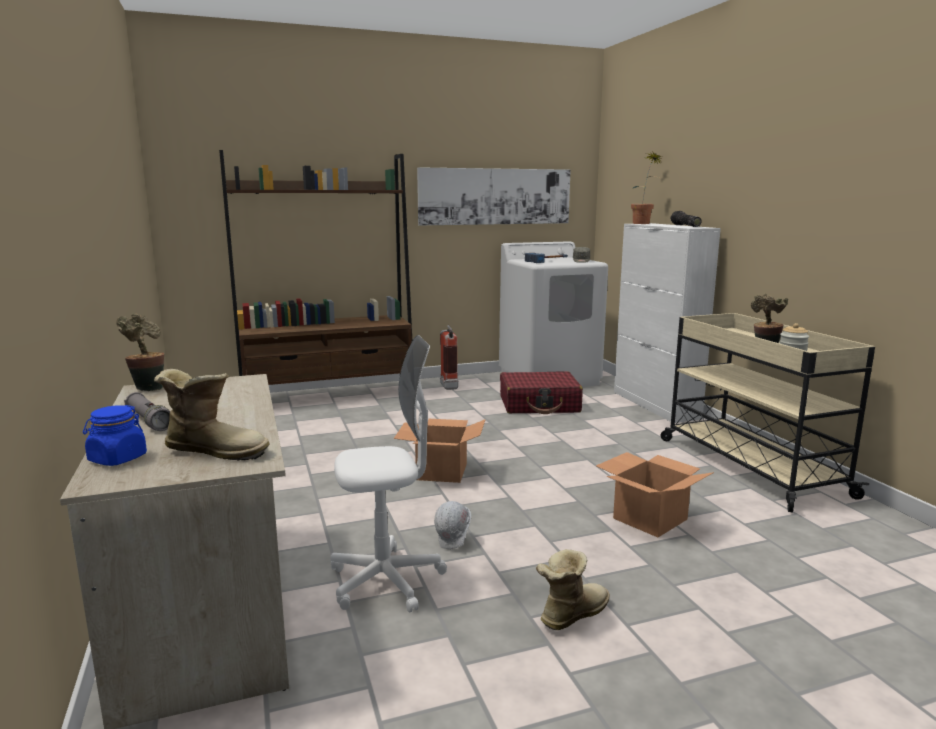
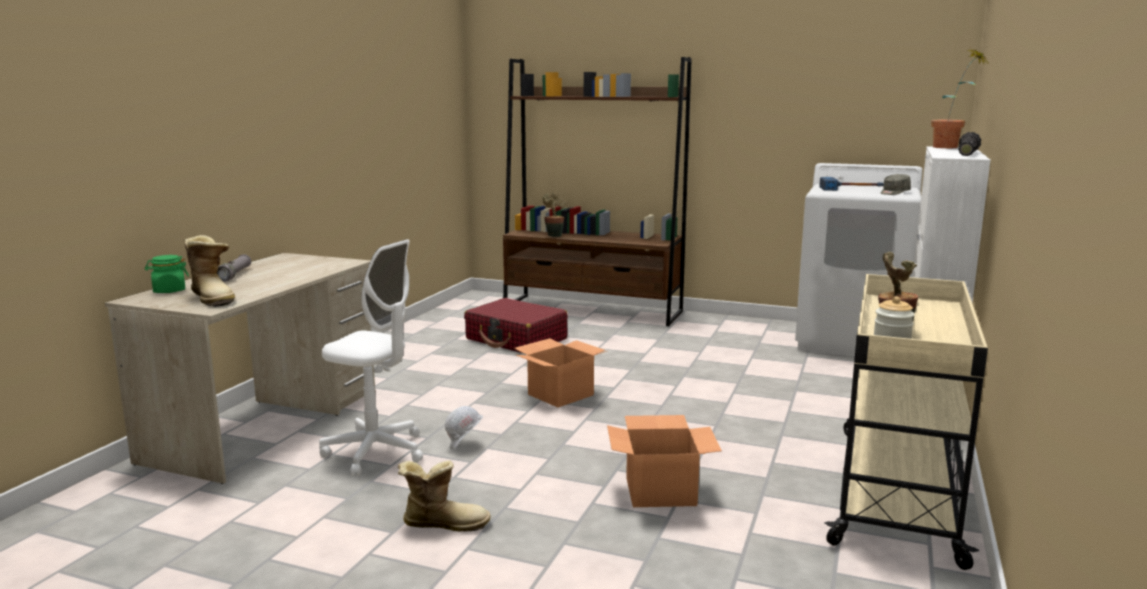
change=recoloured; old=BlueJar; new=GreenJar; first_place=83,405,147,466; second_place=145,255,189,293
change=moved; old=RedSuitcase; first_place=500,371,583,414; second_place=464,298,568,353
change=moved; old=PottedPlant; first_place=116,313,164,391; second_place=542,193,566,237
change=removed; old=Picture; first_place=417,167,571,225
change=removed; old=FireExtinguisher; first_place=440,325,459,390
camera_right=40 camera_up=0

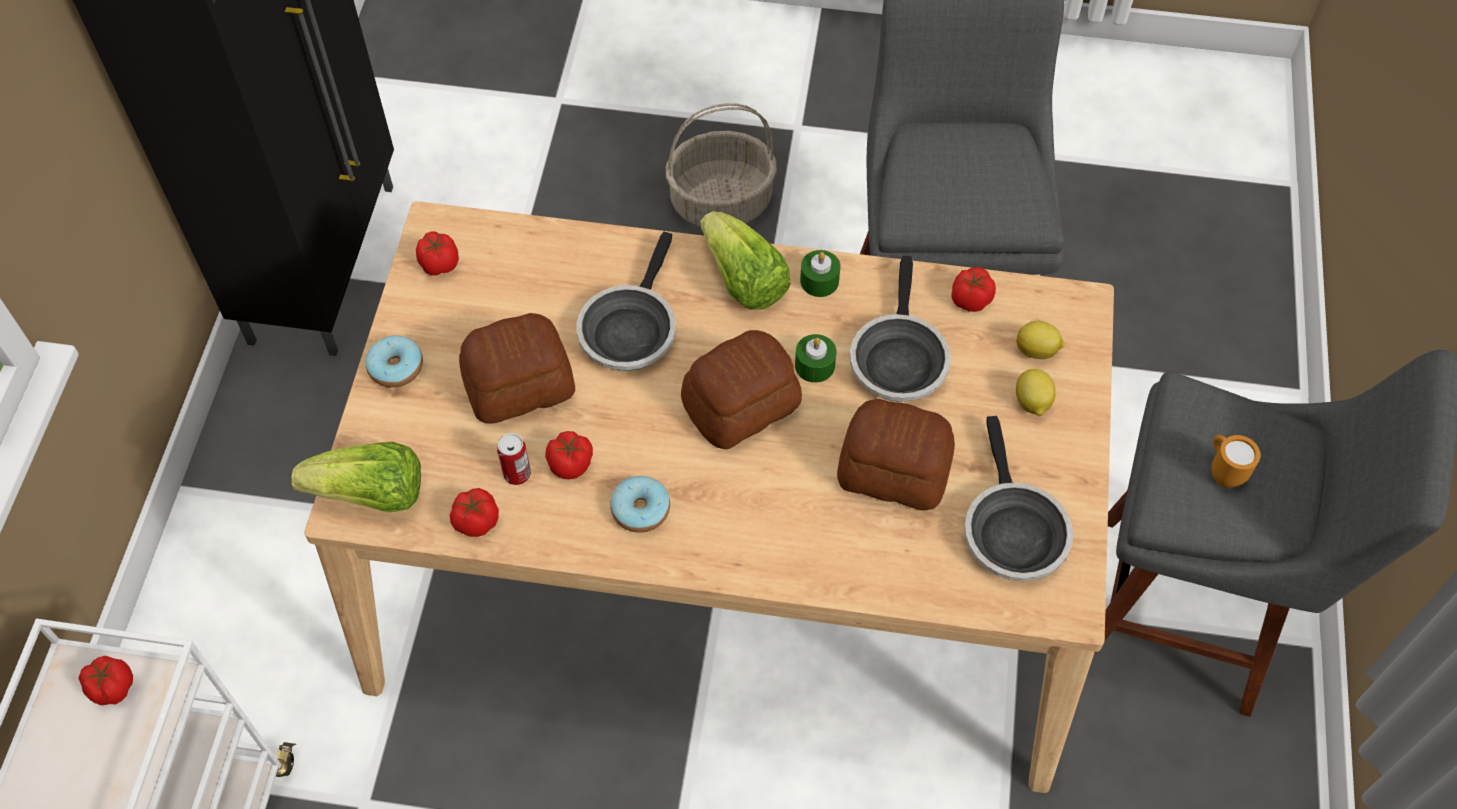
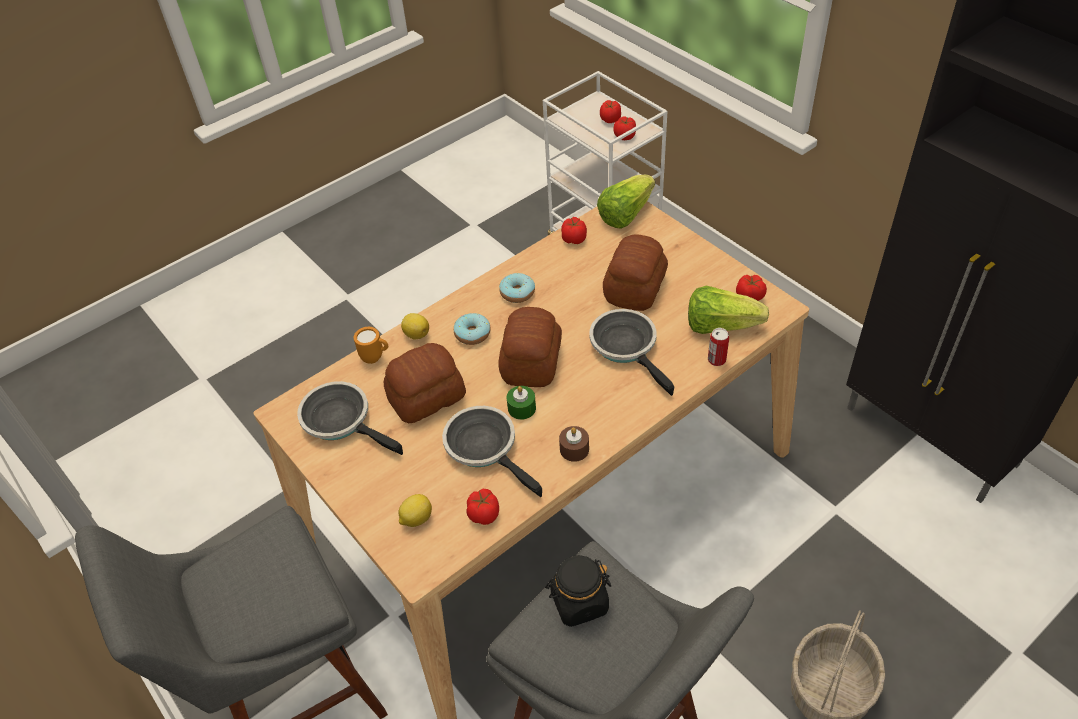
change=moved; old=OrangeMug; first_place=1211,435,1260,488; second_place=354,327,388,364
change=moved; old=Lemon; first_place=1016,369,1056,416; second_place=401,313,429,340
change=moved; old=Donut; first_place=365,335,423,388; second_place=454,313,491,345
change=added; new=BlackJar; second_place=545,555,611,627
change=recoloured; old=GreenCandle; new=BrownCandle; first_place=800,250,841,297; second_place=559,426,589,462
change=moved; old=Tomato; first_place=545,431,593,479; second_place=600,100,621,123
change=moved; old=Lettuce; first_place=701,211,791,309; second_place=688,286,769,334
change=moved; old=Can; first_place=497,433,531,485; second_place=708,328,729,366
camera_right=135 camera_up=-10

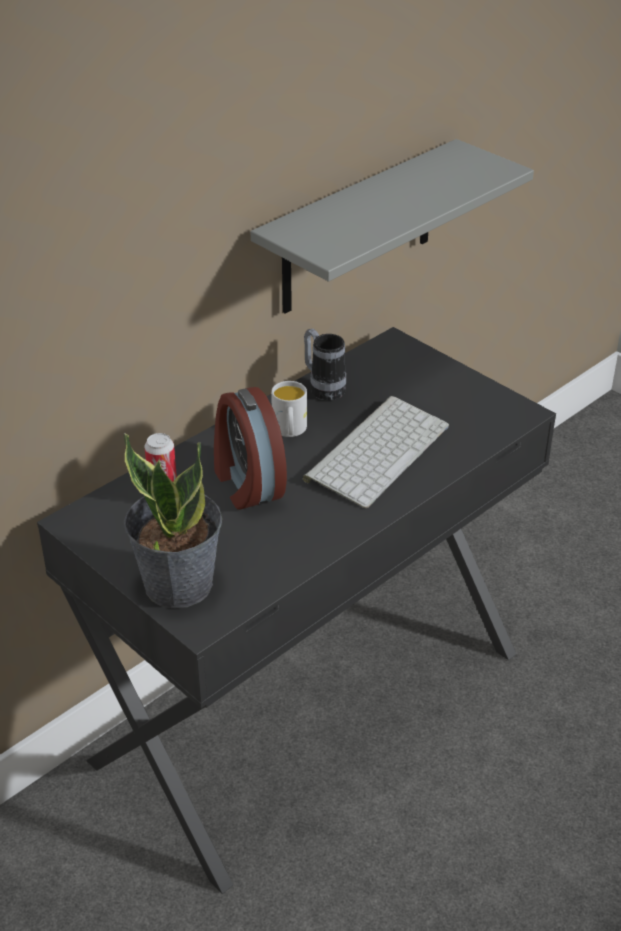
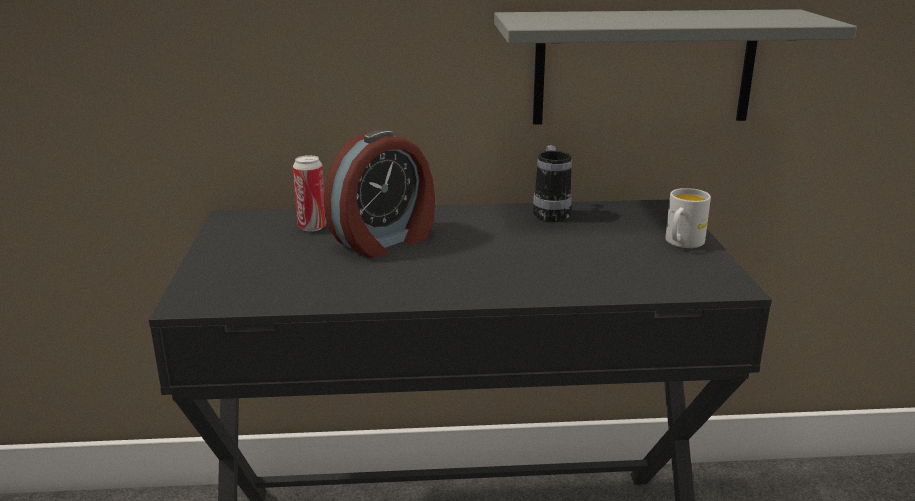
change=turned; old=AlarmClock; first_place=214,387,287,509; second_place=324,129,435,258; degrees=-150
change=moved; old=WhiteMug; first_place=271,381,307,437; second_place=665,188,711,248
change=removed; old=PottedPlant; first_place=123,433,222,608
change=removed; old=Keyboard; first_place=303,396,449,508
camera_right=40 camera_up=-15

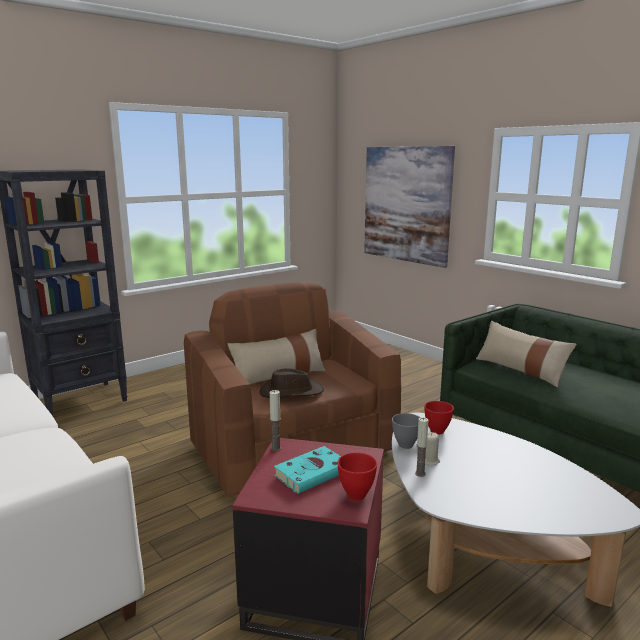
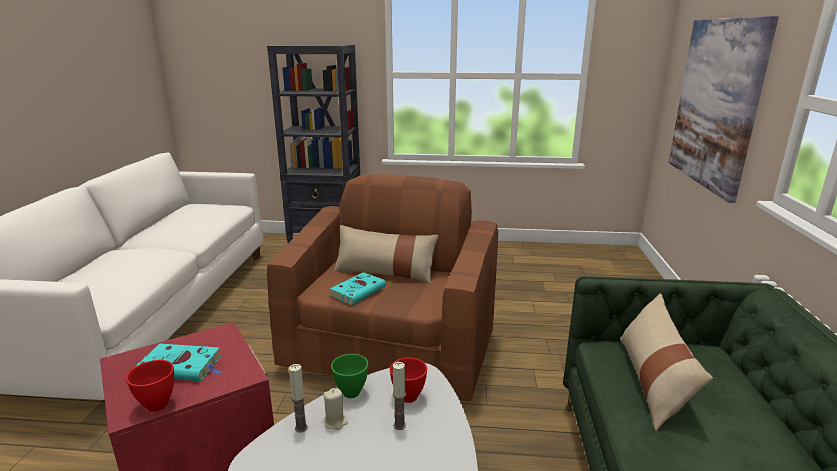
change=replaced; old=BrownHat; new=TurquoiseBook; first_place=259,368,324,398; second_place=330,272,386,305
change=recoloured; old=GreyBowl; new=GreenBowl; first_place=392,413,420,449; second_place=331,354,369,398
change=moved; old=Candle; first_place=270,390,281,451; second_place=393,362,406,430
camera_right=45 camera_up=5

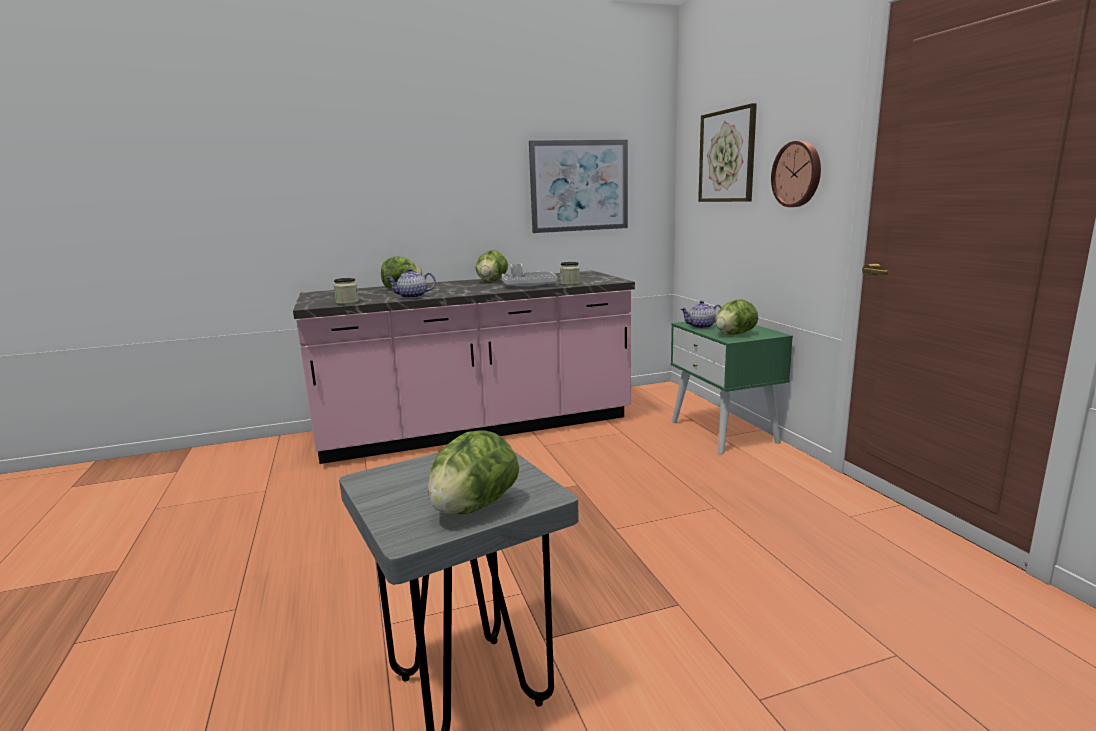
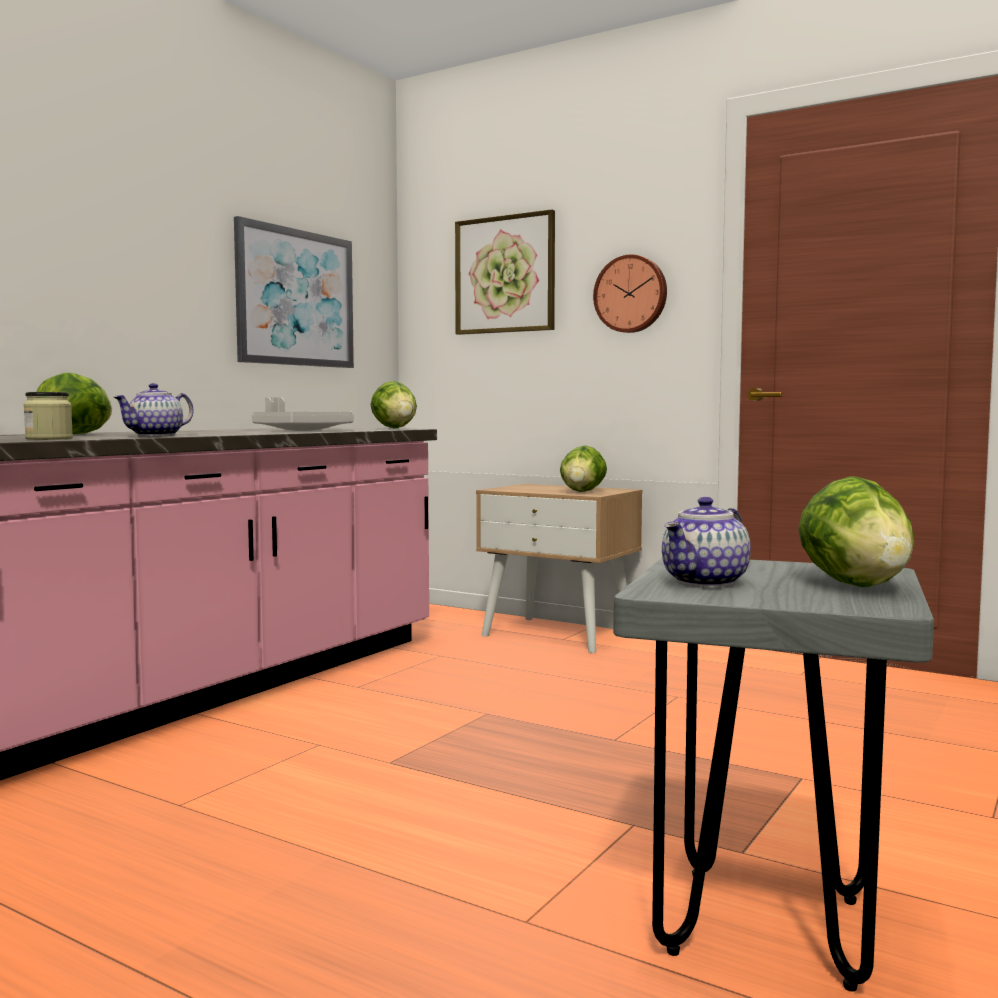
change=moved; old=Lettuce; first_place=476,250,508,282; second_place=370,381,417,429
change=recoloured; old=GreenNightstand; new=BeigeNightstand; first_place=671,322,793,454; second_place=476,484,643,653
change=moved; old=Teapot; first_place=681,301,721,329; second_place=662,497,751,588
change=removed; old=Jar; first_place=560,262,580,285
camera_right=-40 camera_up=-10

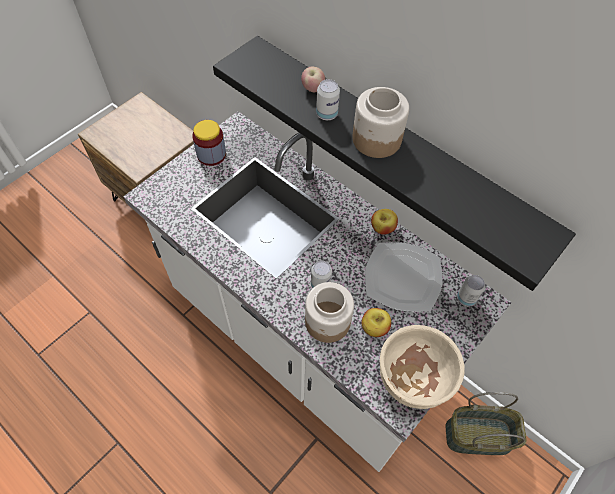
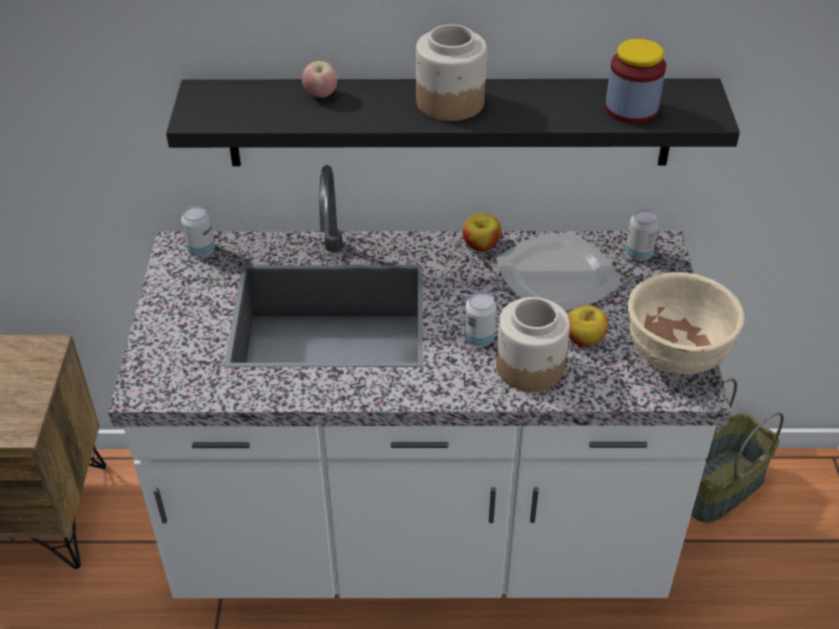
change=moved; old=Can; first_place=316,79,340,120; second_place=181,206,215,257
change=moved; old=Jar; first_place=192,120,226,166; second_place=605,39,666,124
camera_right=-40 camera_up=-15

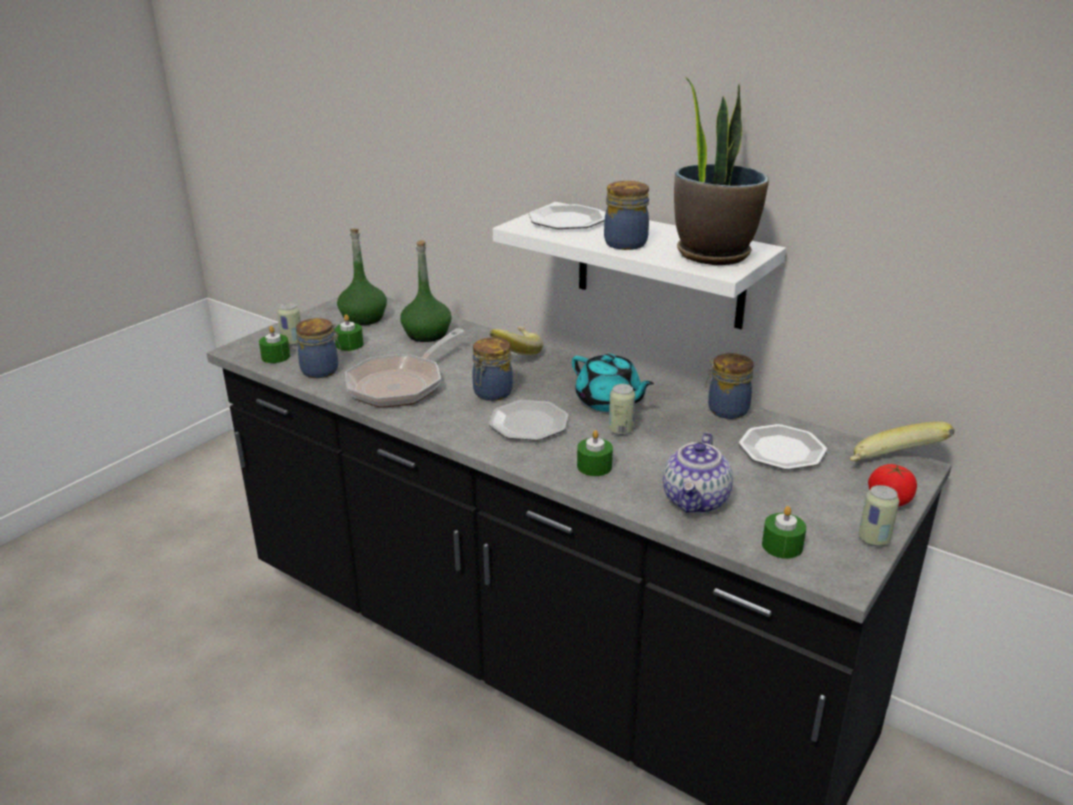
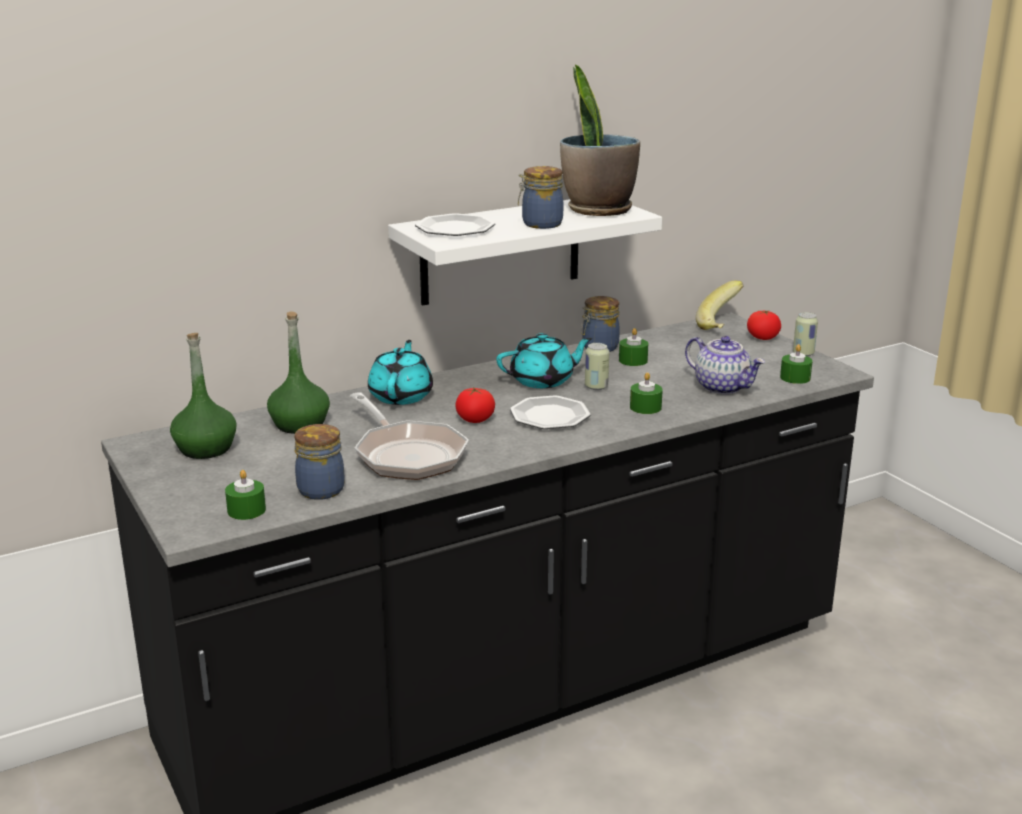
change=replaced; old=Banana; new=TurquoiseTeapot; first_place=489,326,543,355; second_place=368,340,433,405
change=replaced; old=Jar; new=Tomato; first_place=472,338,513,401; second_place=455,387,495,423
change=moved; old=GreenCandle; first_place=335,314,363,351; second_place=619,328,648,366
change=removed; old=Can; first_place=277,303,301,346
change=removed; old=Plate; first_place=739,424,827,470
camera_right=-65 camera_up=-5

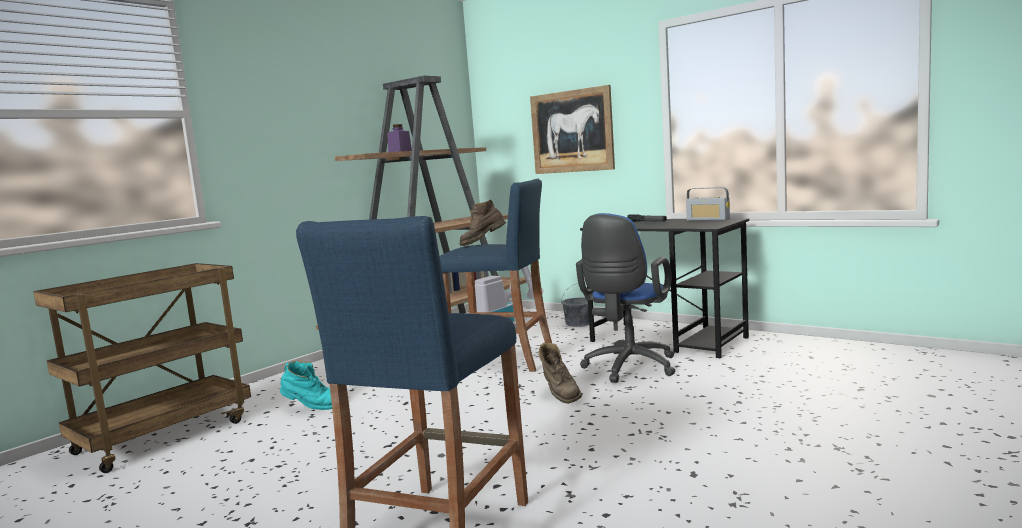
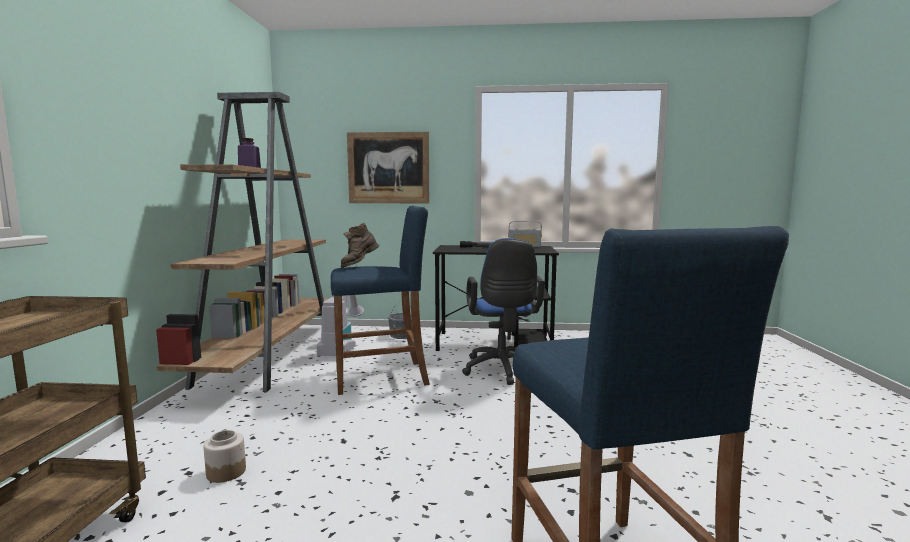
change=replaced; old=TurquoiseBoot; new=Jar; first_place=280,361,332,410; second_place=204,430,246,483
change=removed; old=BrownBoot; first_place=538,342,582,404
camera_right=-35 camera_up=0

